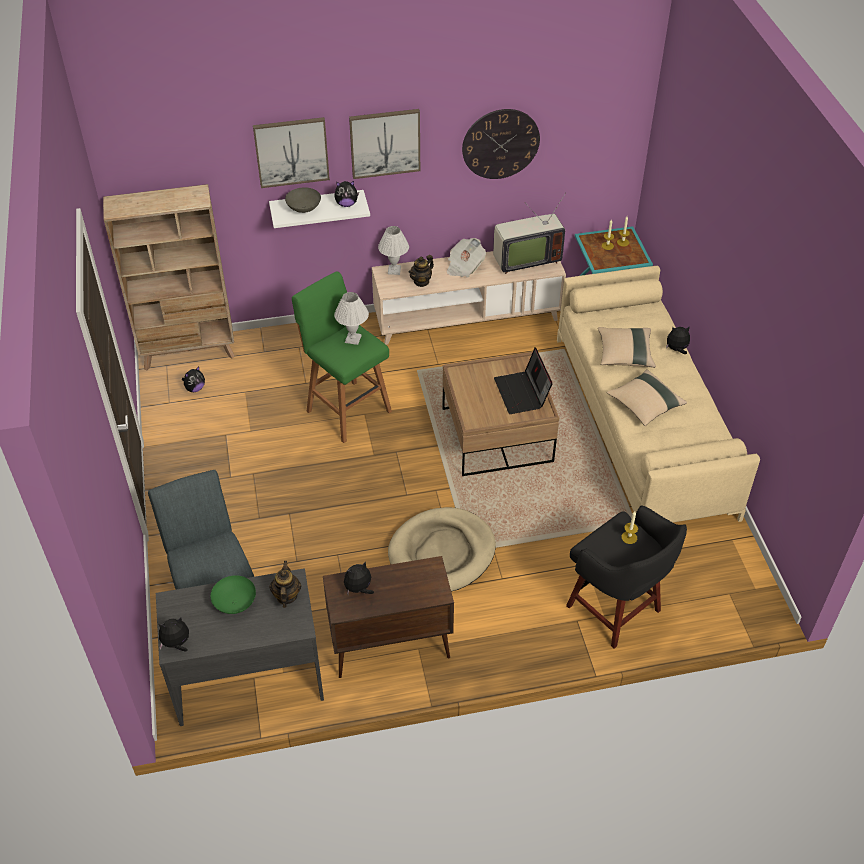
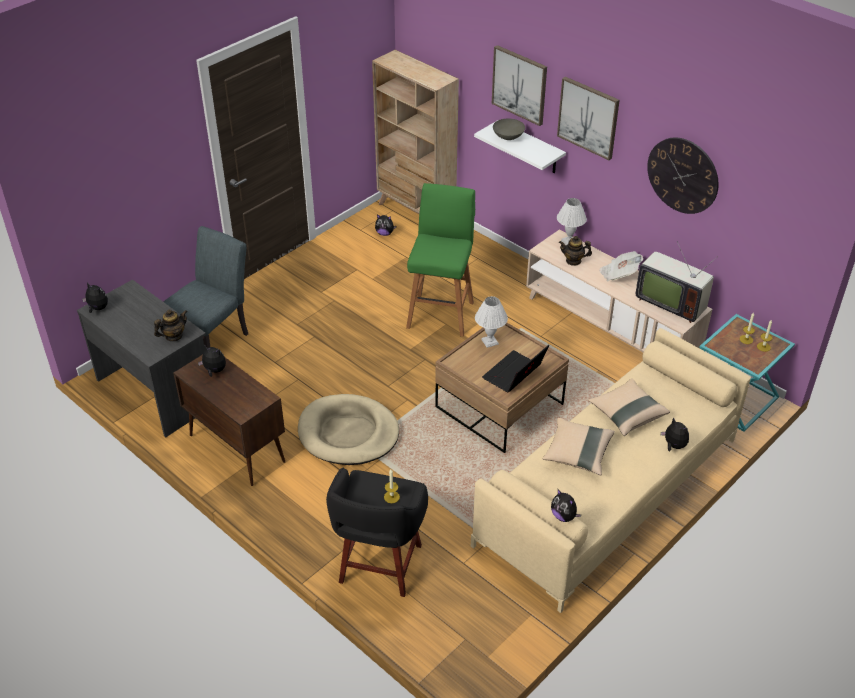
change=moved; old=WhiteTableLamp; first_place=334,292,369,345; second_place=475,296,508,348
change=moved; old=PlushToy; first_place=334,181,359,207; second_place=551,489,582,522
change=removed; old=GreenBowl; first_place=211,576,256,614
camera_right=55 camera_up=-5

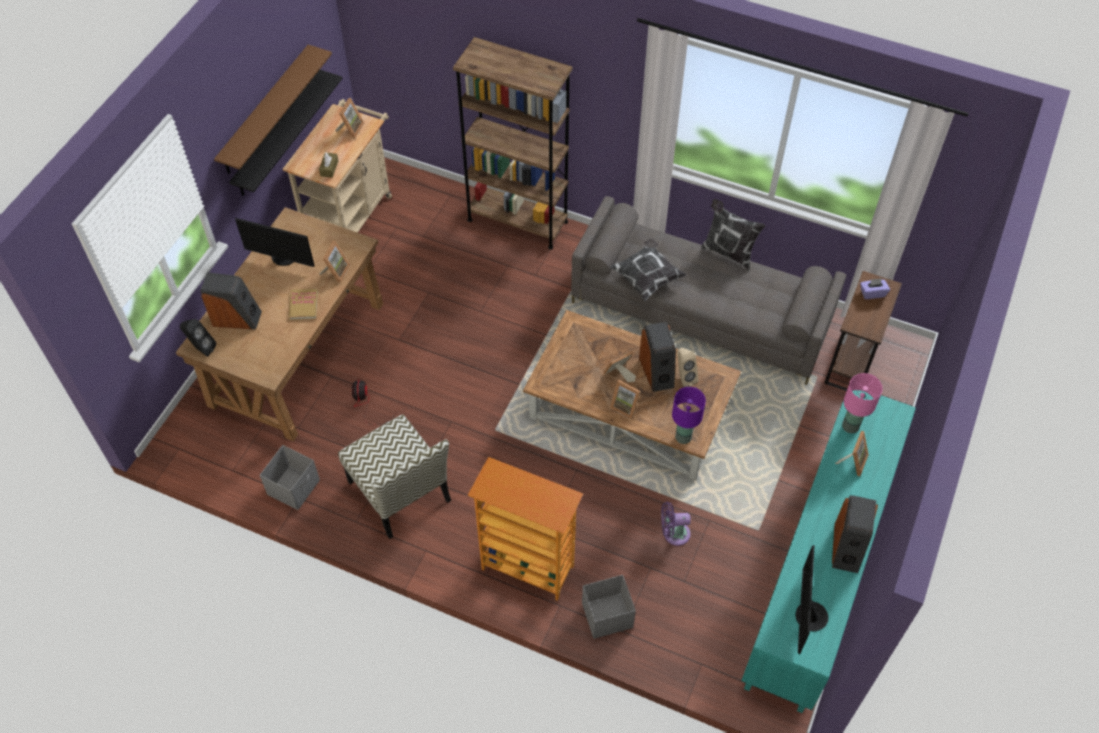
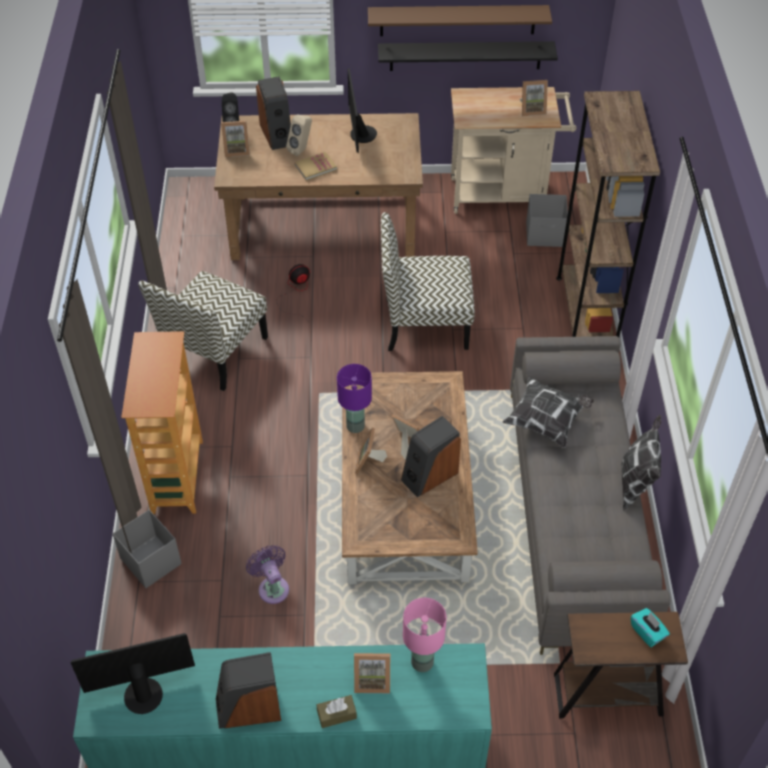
change=moved; old=PictureFrame; first_place=319,241,351,283; second_place=221,121,250,157
change=moved; old=BeigeSpeaker; first_place=677,348,699,388; second_place=286,114,312,157
change=moved; old=BrownTissueBox; first_place=319,152,338,178; second_place=317,695,357,728
change=moved; old=PurpleTableLamp; first_place=672,387,706,444; second_place=337,364,372,433
change=added; new=Chair; second_place=381,212,475,351
change=moved; old=GreyStorageBox; first_place=260,445,320,510; second_place=526,194,568,247
change=recoloured; old=PurpleTissueBox; new=TurquoiseTissueBox; first_place=860,279,890,299; second_place=631,608,670,647
camera_right=65 camera_up=-5

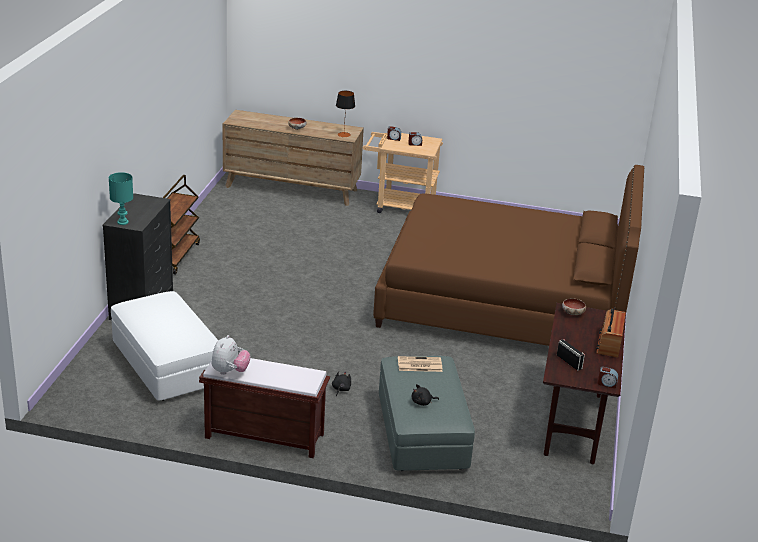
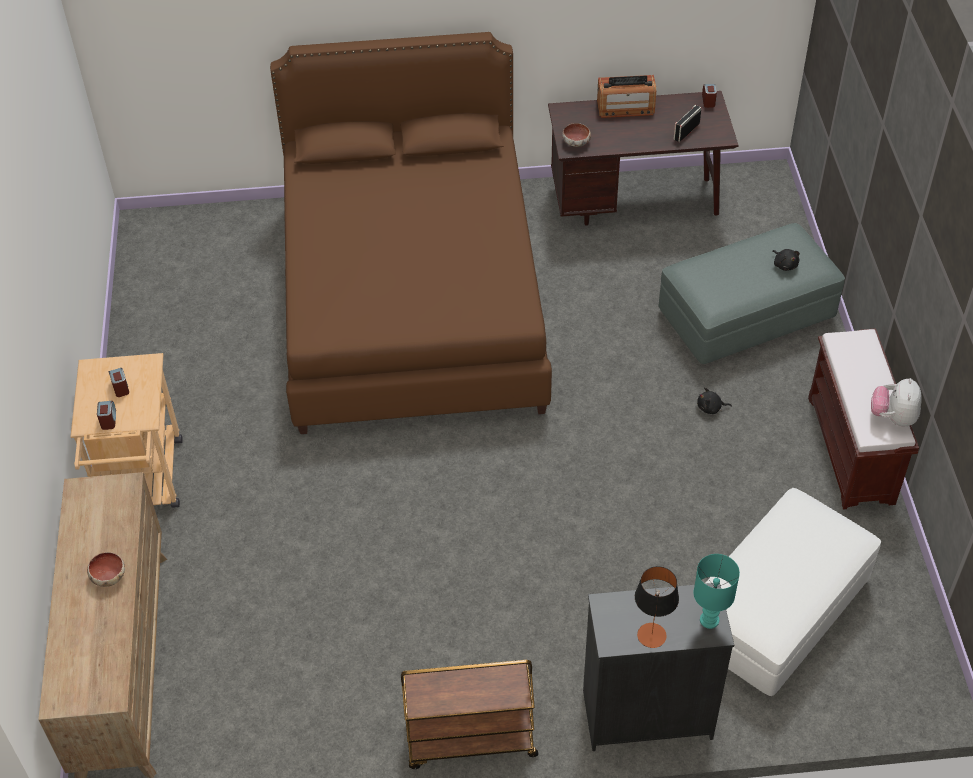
change=moved; old=TableLamp; first_place=336,91,355,137; second_place=635,566,679,648
change=turned; old=PlushToy; first_place=212,335,251,375; second_place=871,378,922,426; degrees=-75
change=removed; old=Newspaper; first_place=398,356,442,372
camera_right=-105 camera_up=20

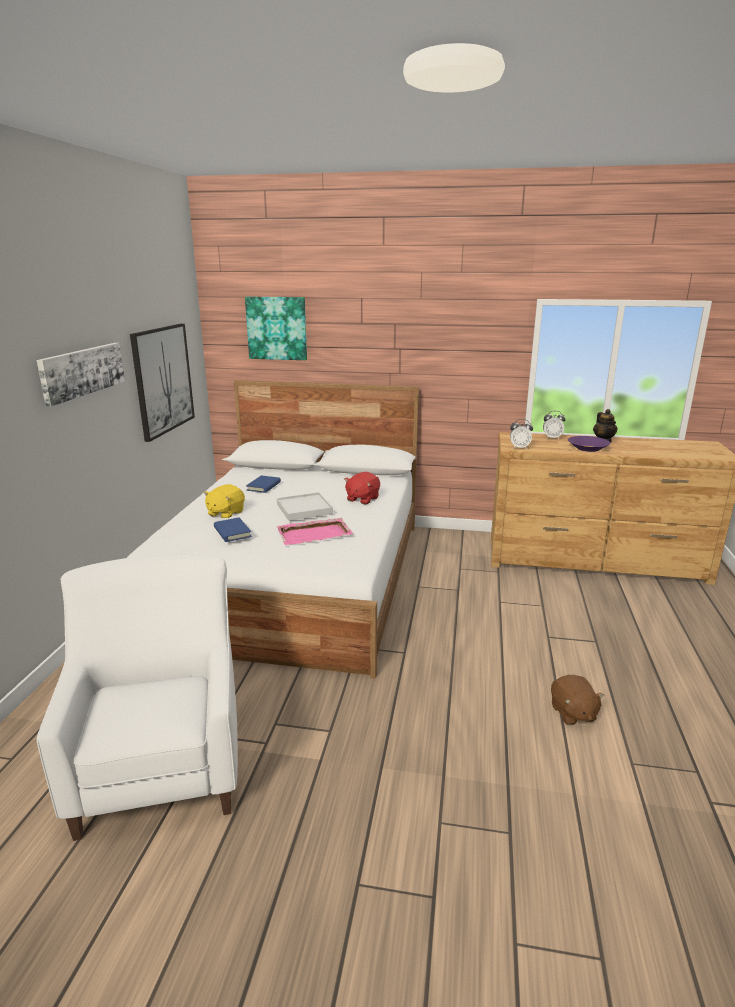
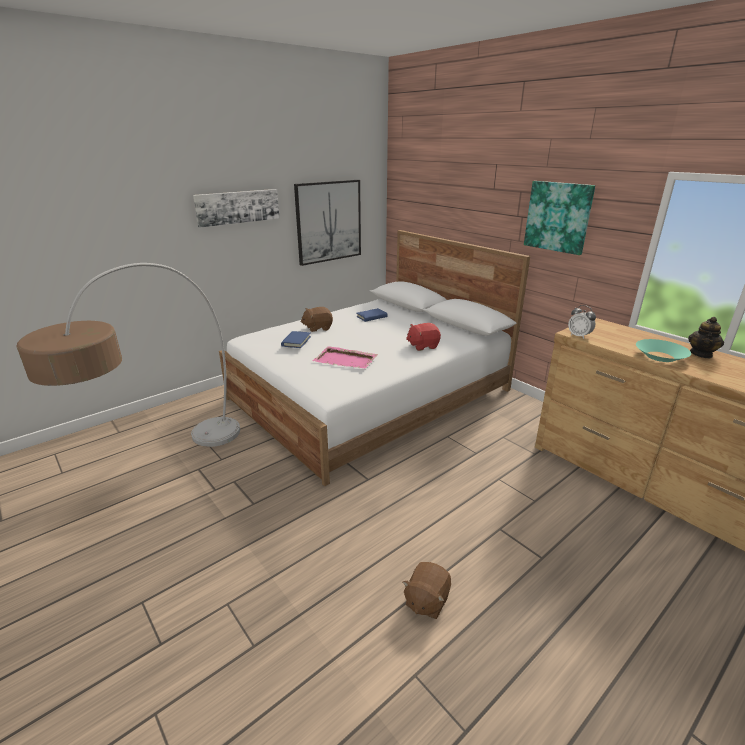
change=replaced; old=WhiteArmchair; new=FloorLamp; first_place=37,554,238,841; second_place=17,263,240,447
change=recoloured; old=YellowPlushToy; new=BrownPlushToy; first_place=204,484,245,518; second_place=300,307,333,332
change=moved; old=Picture; first_place=245,297,307,360; second_place=524,181,595,255
change=recoloured; old=PurpleBowl; new=TurquoiseBowl; first_place=568,436,611,452; second_place=636,339,691,362
change=removed; old=WhiteTray; first_place=277,492,333,521
change=removed; old=AlarmClock; first_place=543,411,566,439
camera_right=40 camera_up=5

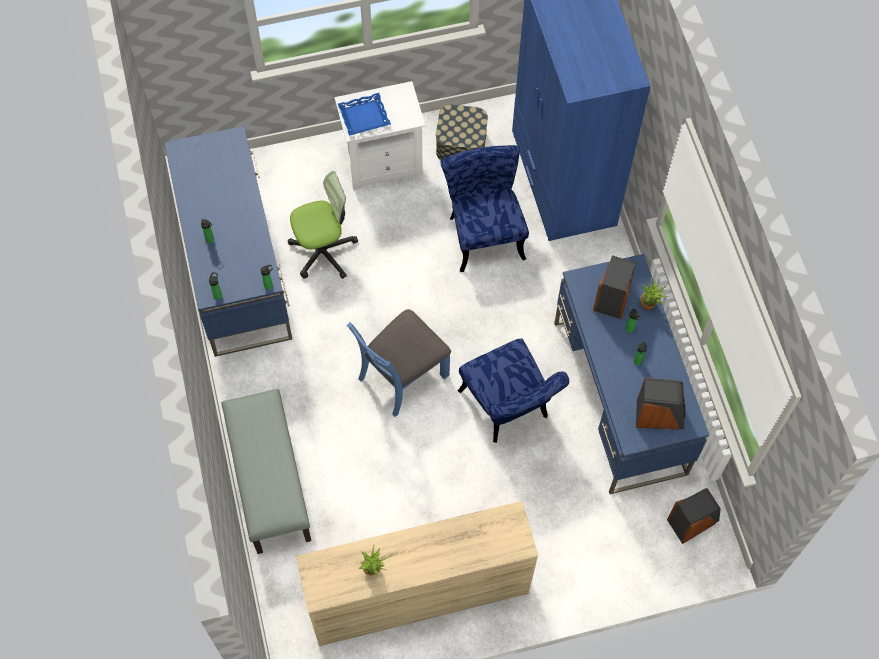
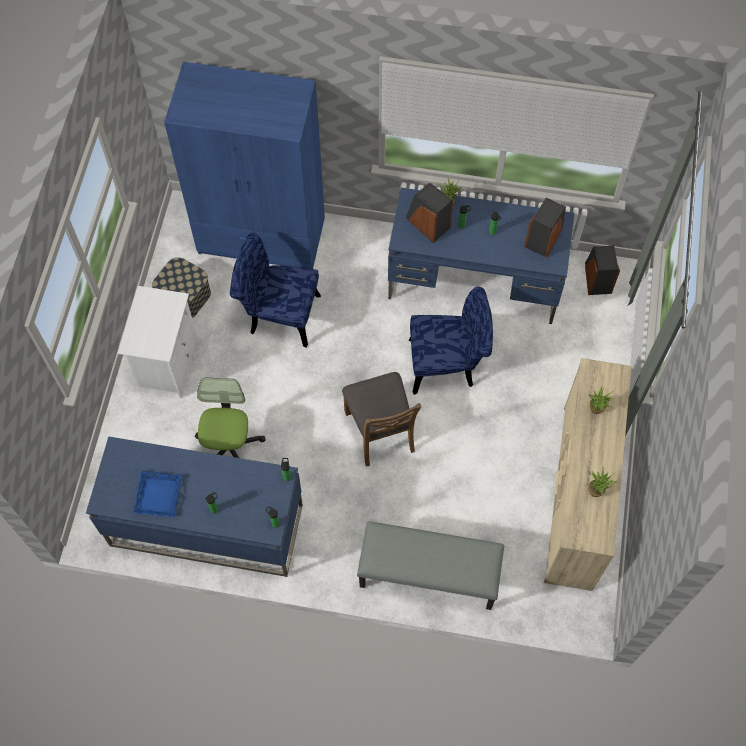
change=moved; old=BlueTray; first_place=338,93,391,136; second_place=133,471,182,518
change=recoloured; old=BlueChair; new=BrownChair; first_place=347,309,451,417; second_place=342,372,421,467
change=added; new=PottedPlant; second_place=589,386,614,414
camera_right=-65 camera_up=0

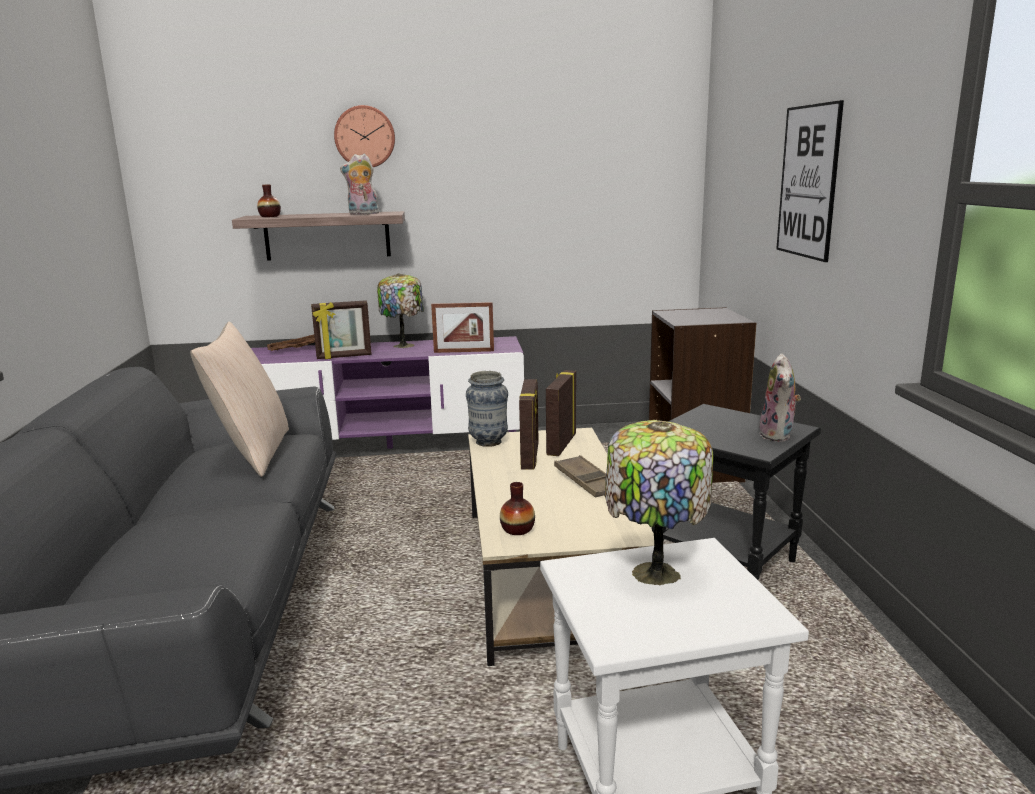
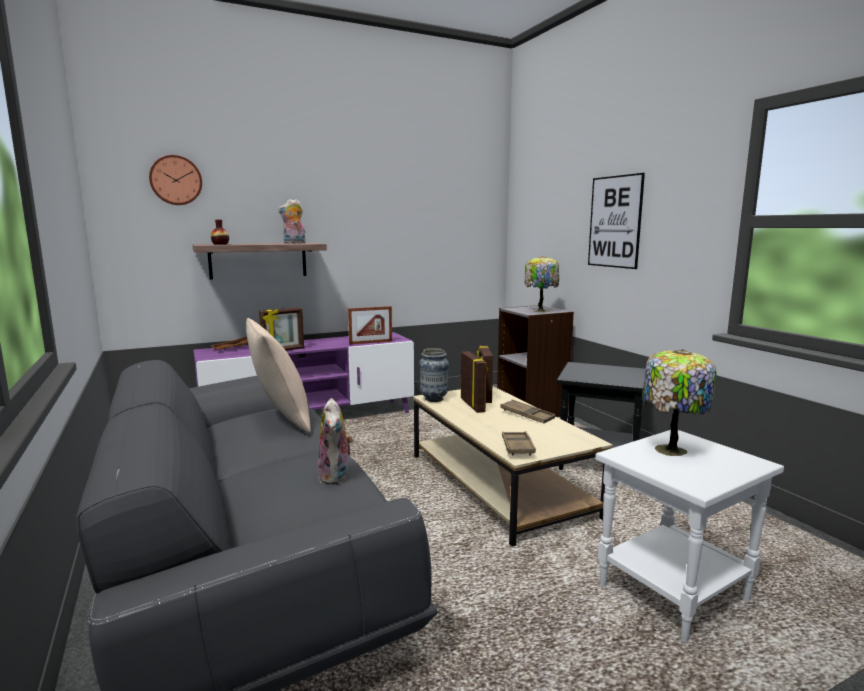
change=moved; old=WallClock; first_place=334,105,395,167; second_place=149,155,202,205
change=moved; old=PlushToy; first_place=759,353,801,442; second_place=318,398,353,485
change=replaced; old=Vase; new=BrownTray; first_place=500,482,535,535; second_place=502,432,536,455
change=moved; old=TableLamp; first_place=377,273,424,348; second_place=525,256,559,313
camera_right=-20 camera_up=-5

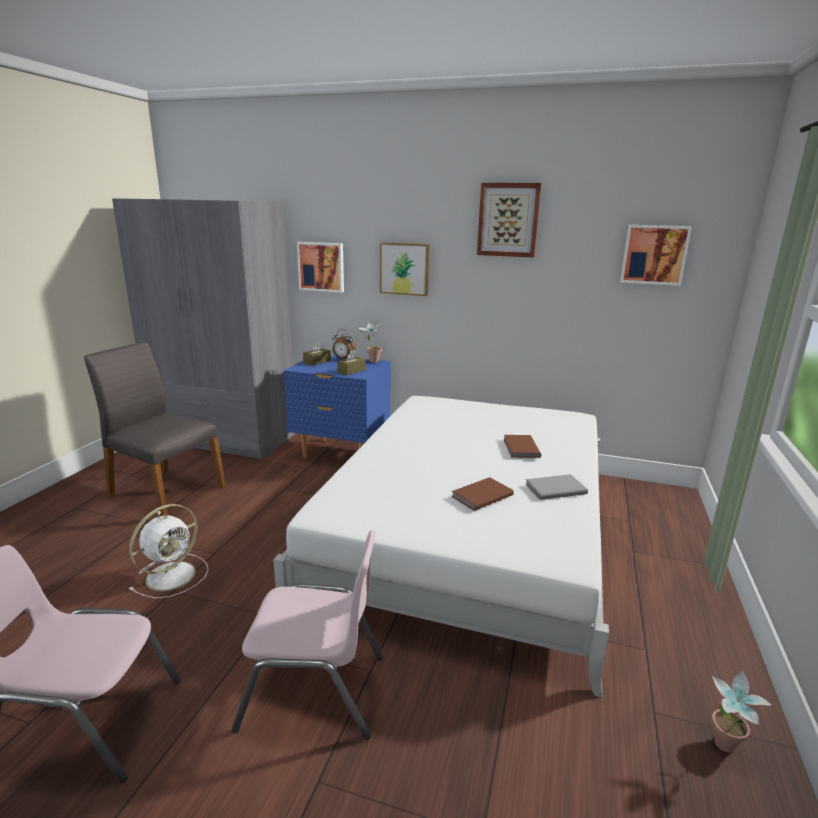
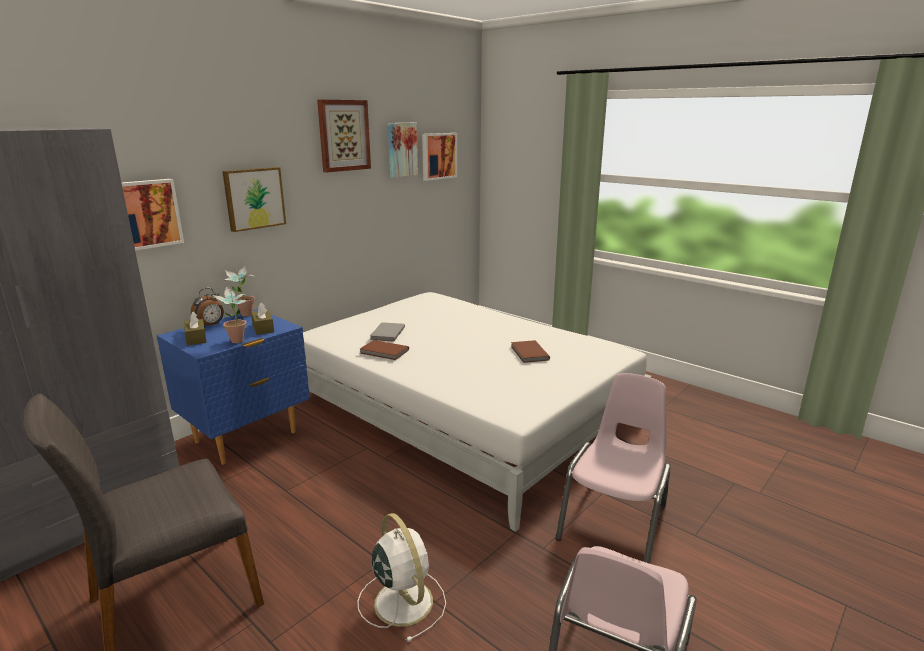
change=moved; old=PottedPlant; first_place=712,670,772,753; second_place=213,286,249,343
change=moved; old=BrownBook; first_place=504,435,541,458; second_place=360,340,409,360
change=moved; old=GreyBook; first_place=525,474,588,500; second_place=370,322,405,342
change=added; new=Picture; second_place=388,123,418,178
camera_right=-65 camera_up=0

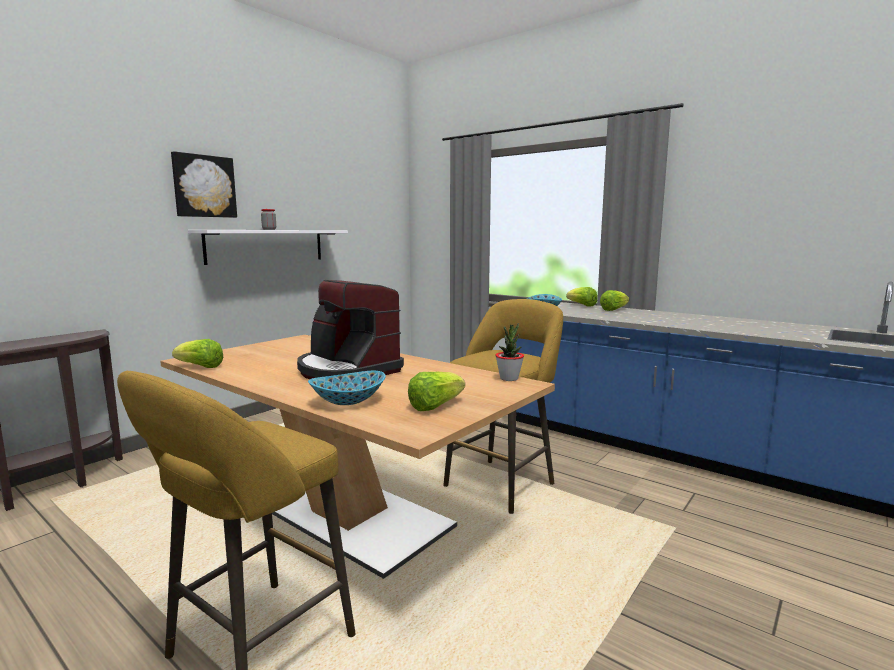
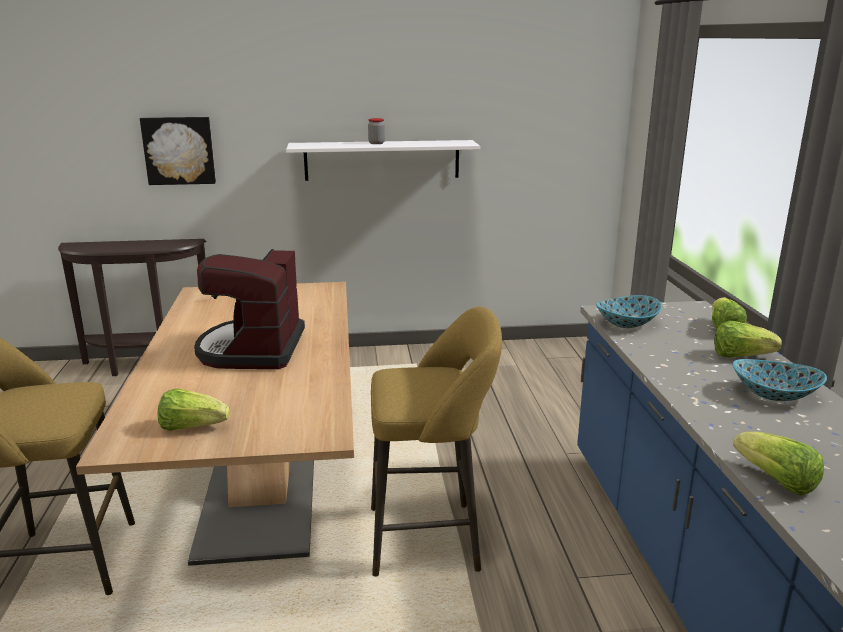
change=moved; old=Picture; first_place=171,151,237,218; second_place=140,117,216,185
change=moved; old=Bowl; first_place=308,371,386,405; second_place=732,359,827,401
change=moved; old=Lettuce; first_place=172,339,224,368; second_place=733,431,824,496
change=removed; old=PottedPlant; first_place=495,323,524,381
camera_right=45 camera_up=10

